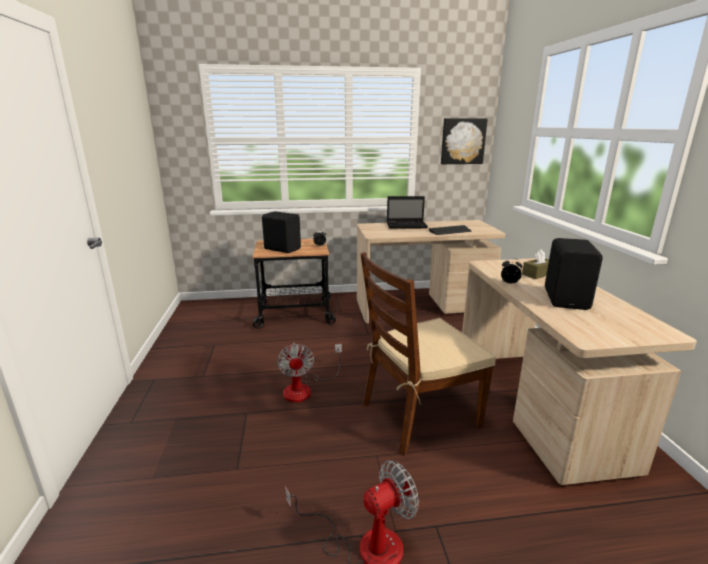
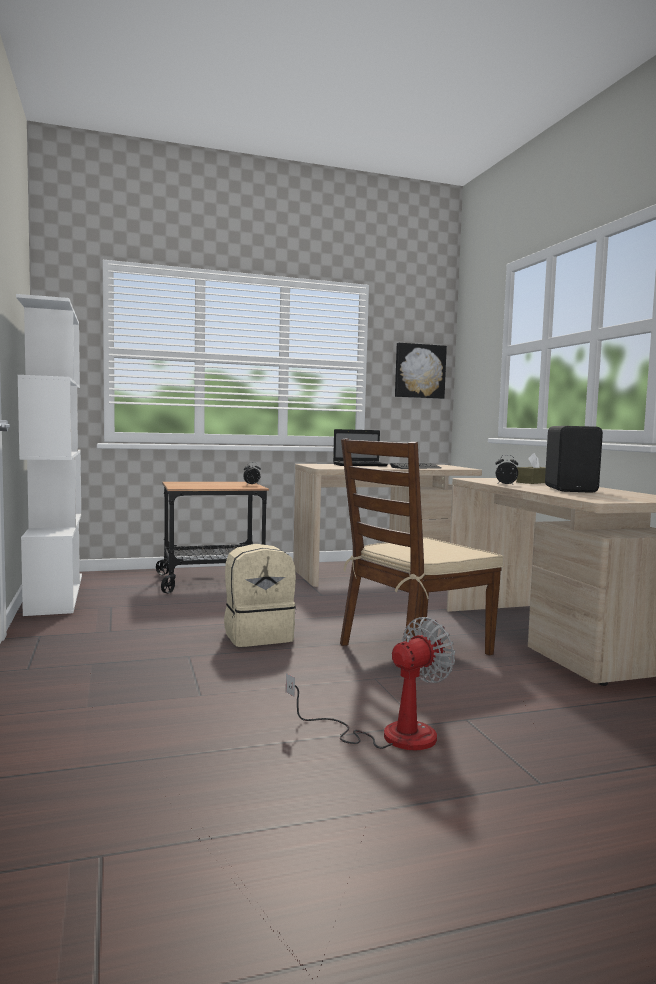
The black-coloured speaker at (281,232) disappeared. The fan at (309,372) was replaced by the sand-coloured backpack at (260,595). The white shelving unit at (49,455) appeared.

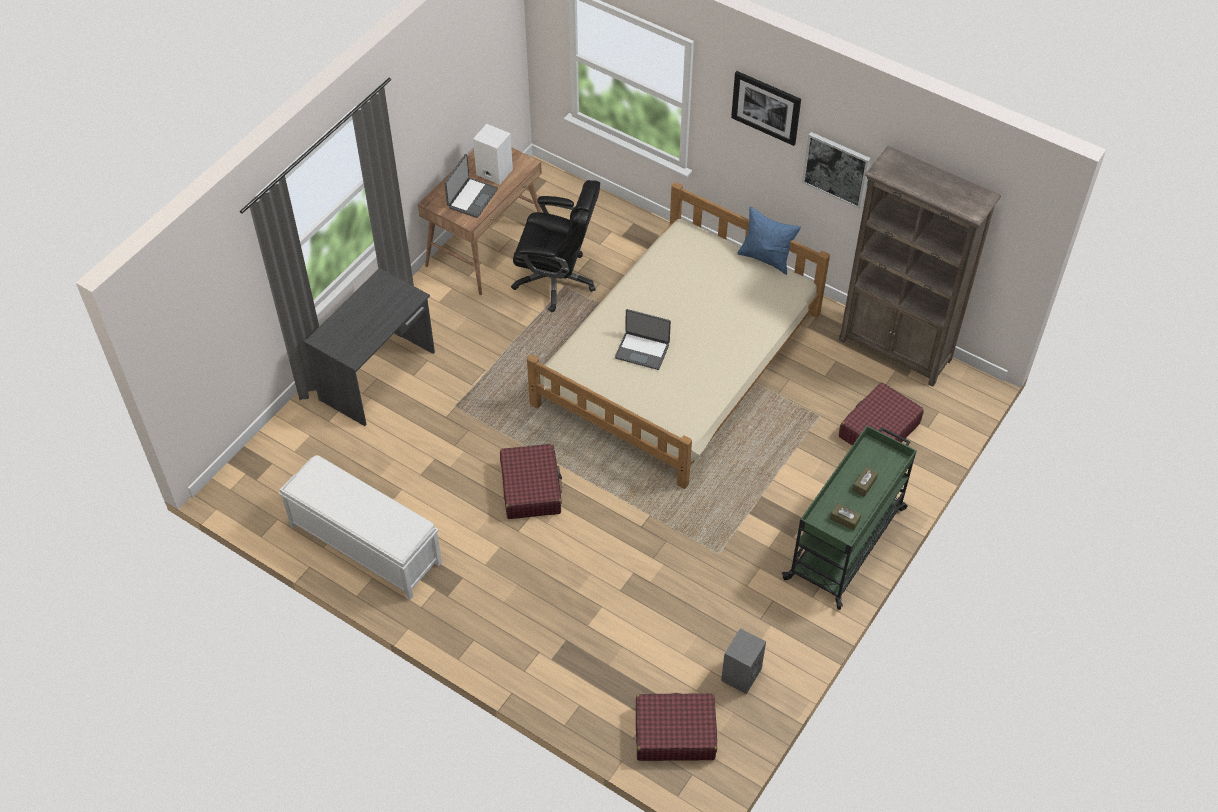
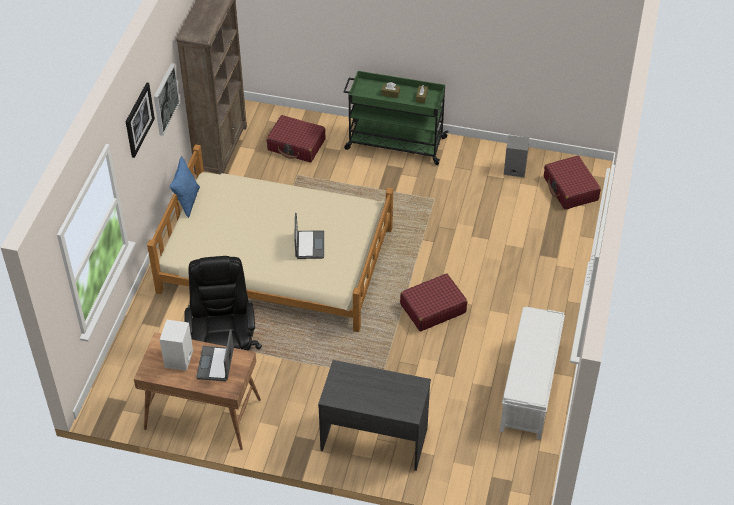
The laptop at (471,186) turned 90 degrees counterclockwise.

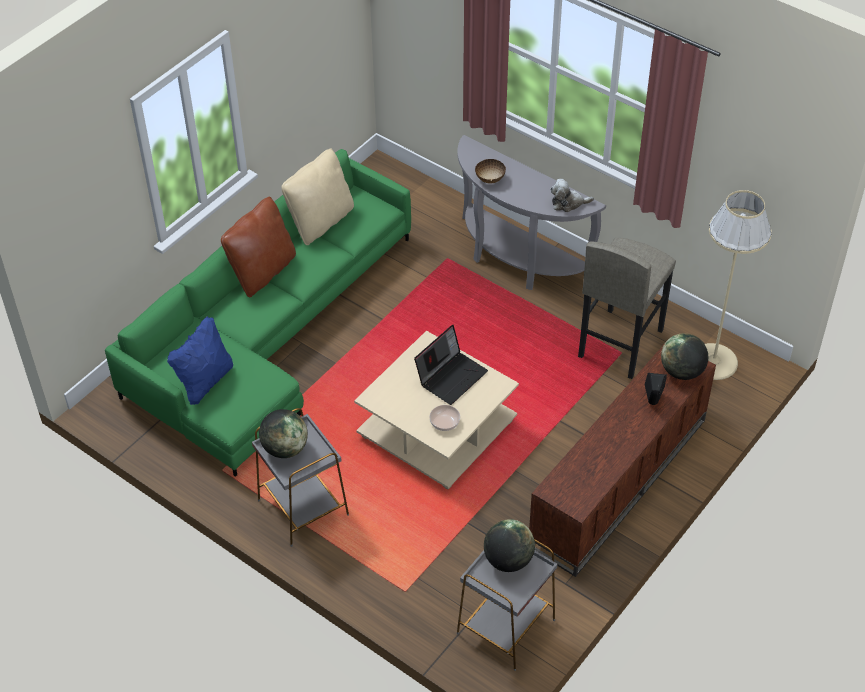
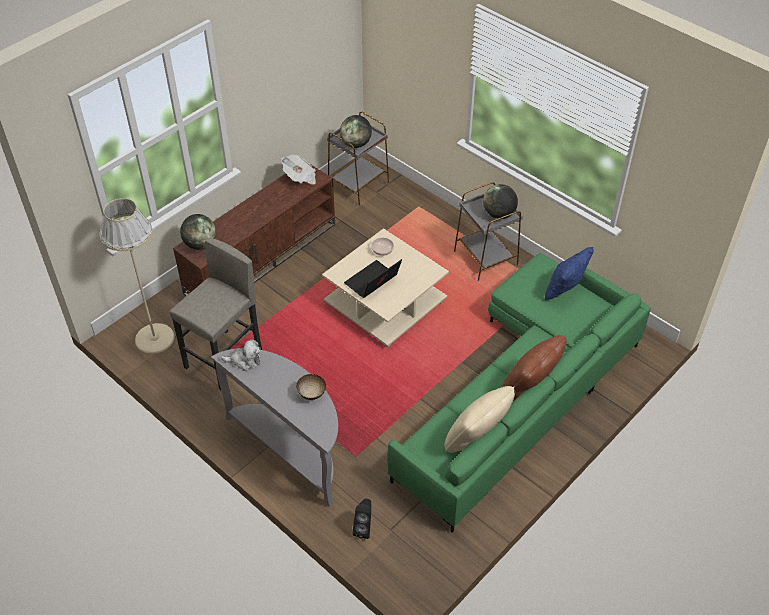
The black-coloured speaker moved from (656,389) to (361,519). The printed paper at (298,170) appeared.

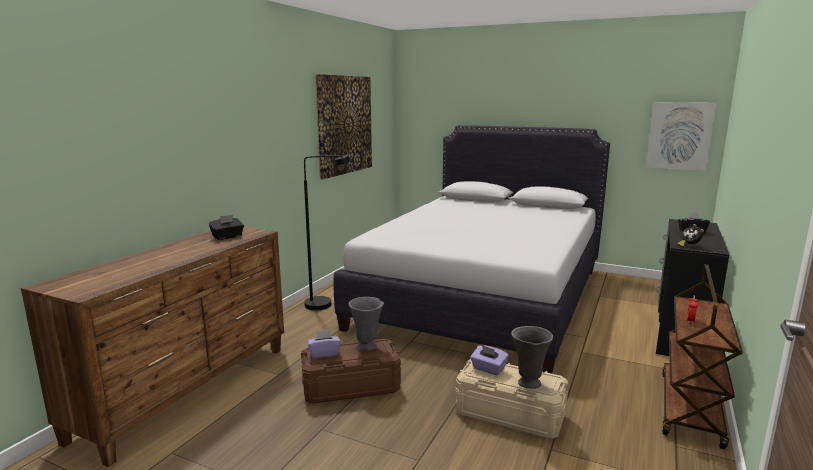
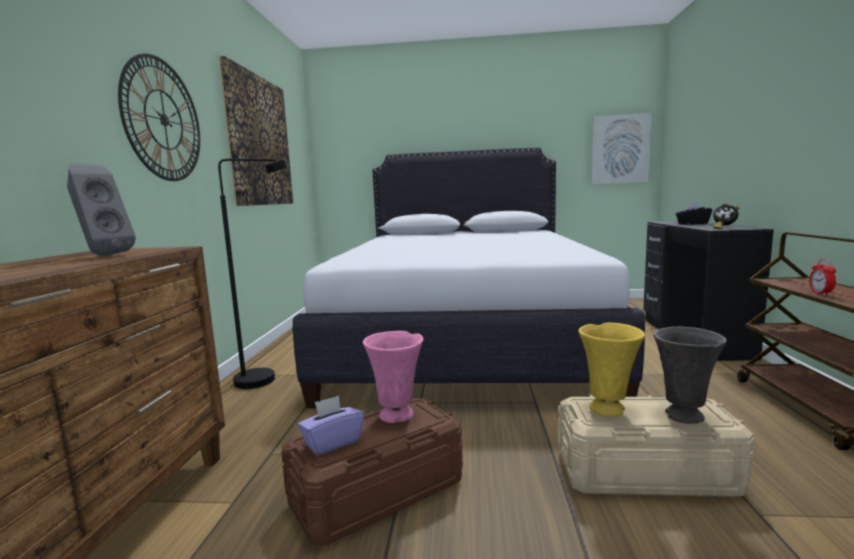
The black-coloured tissue holder at (226,227) was replaced by the grey speaker at (101,210). The grey vase at (366,324) became the pinkish vase at (393,377). The purple tissue holder at (489,360) was replaced by the yellow vase at (611,369). The hanging clock at (159,117) appeared.

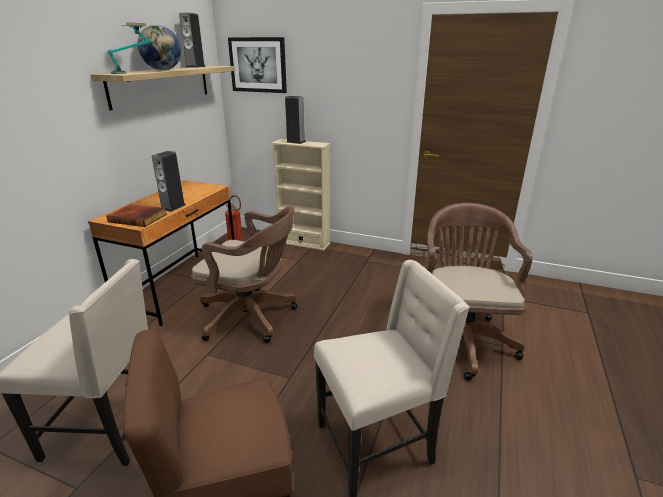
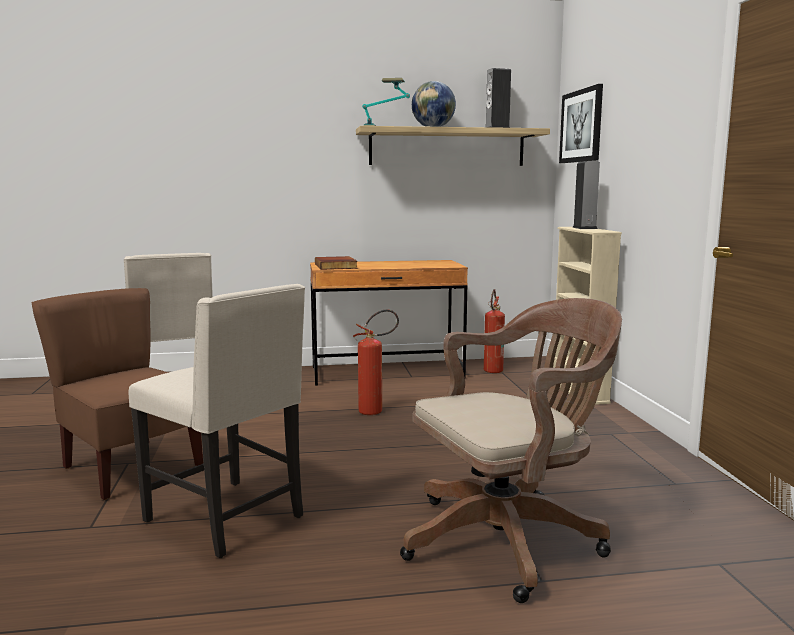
The speaker at (169,181) disappeared. The brownish computer chair at (244,275) was replaced by the fire-fighting cylinder at (376,362).

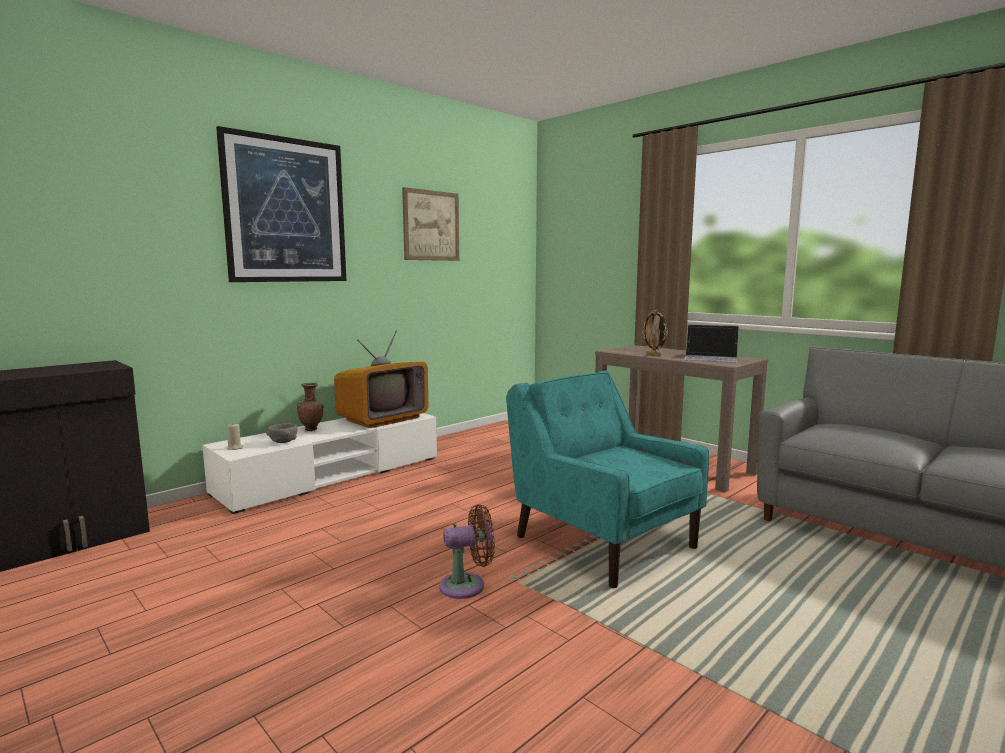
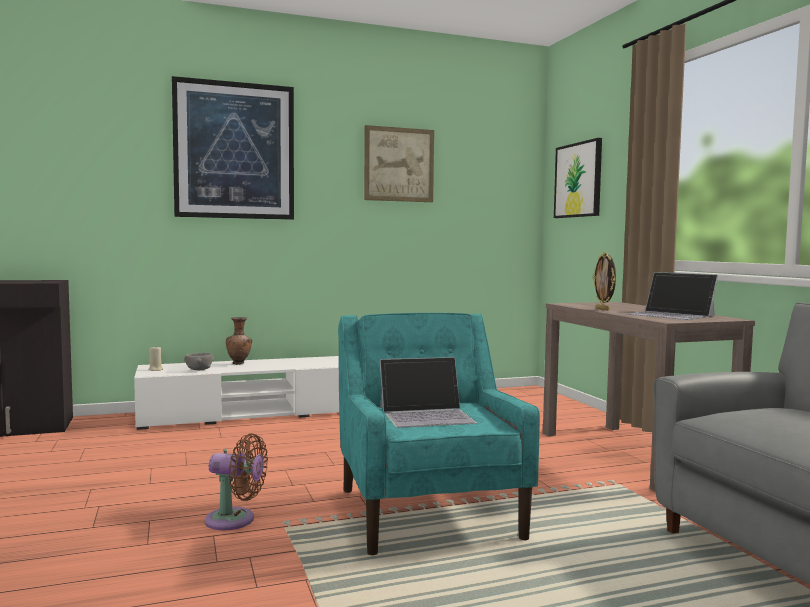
The television at (381,379) disappeared. The wall picture at (578,178) appeared. The laptop at (428,392) appeared.

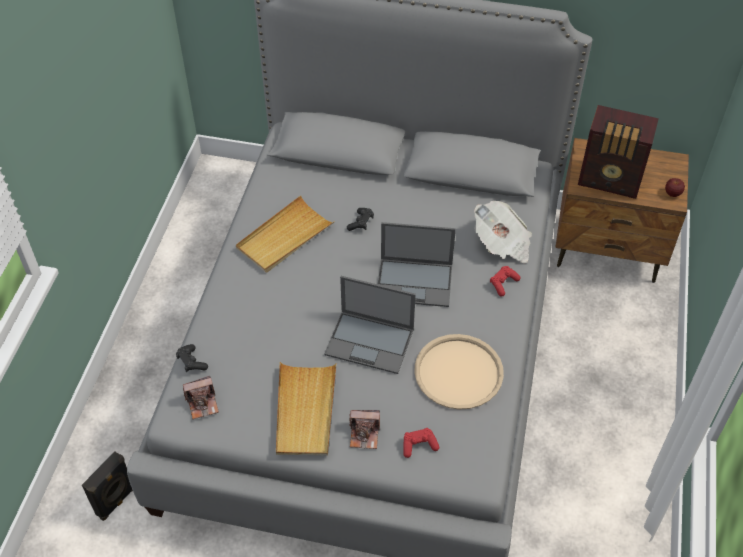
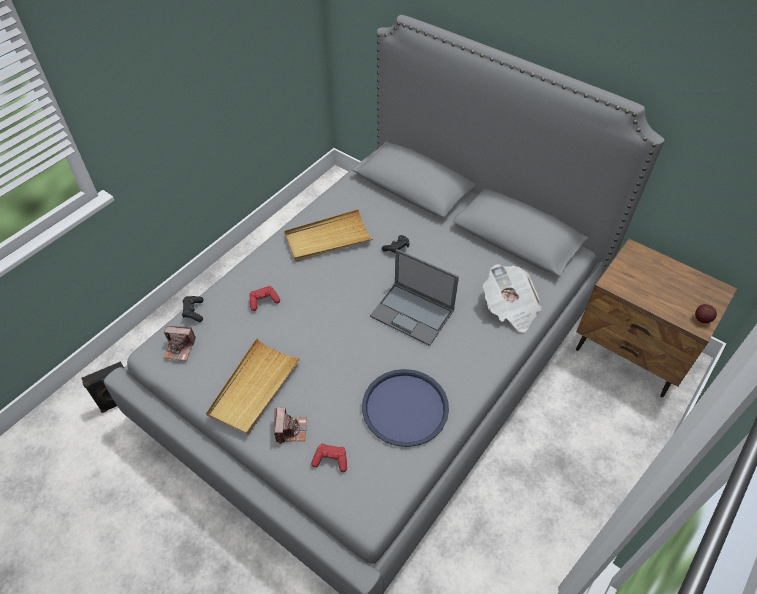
The radio at (618,152) disappeared. The reddish gamepad moved from (505,281) to (264,298). The laptop at (370,325) disappeared. The sand-coloured carrying tray at (459,372) became the bluish carrying tray at (405,408). The still camera at (364,429) turned 120 degrees counterclockwise.

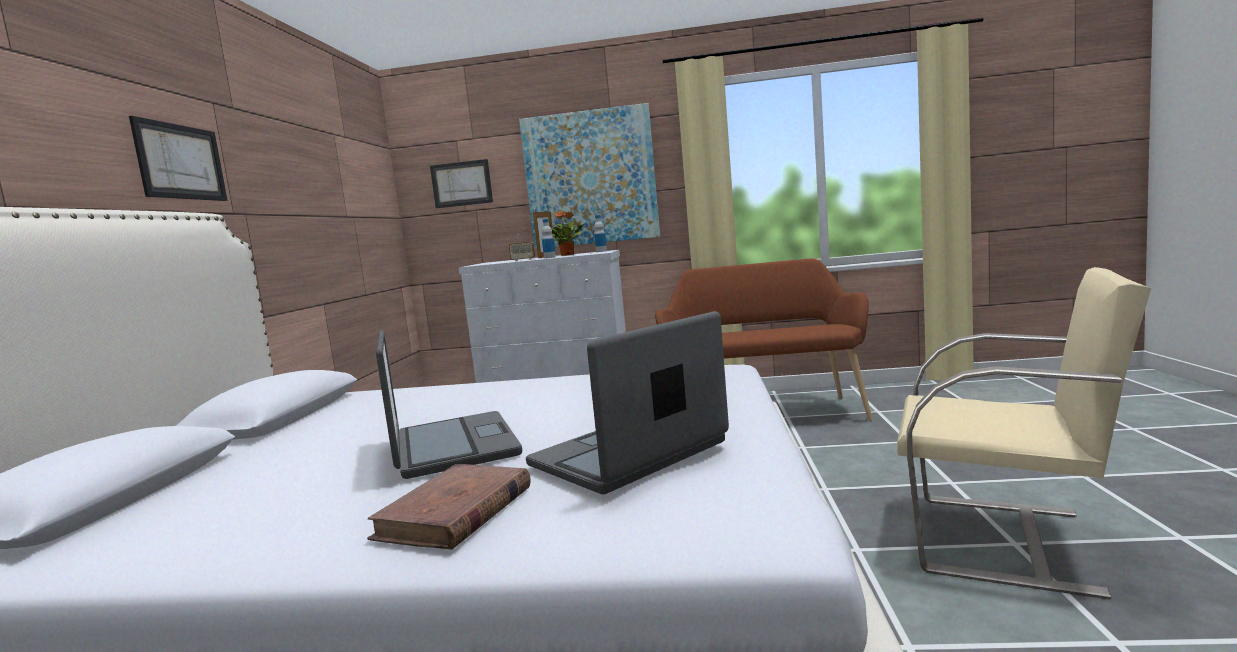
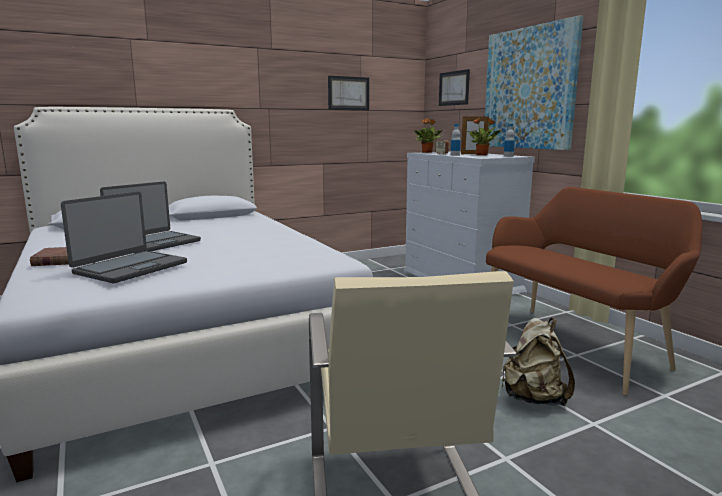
The wall picture moved from (178,158) to (348,93). The laptop at (627,403) turned 105 degrees clockwise. The houseplant at (428,135) appeared. The sand-coloured backpack at (538,362) appeared.

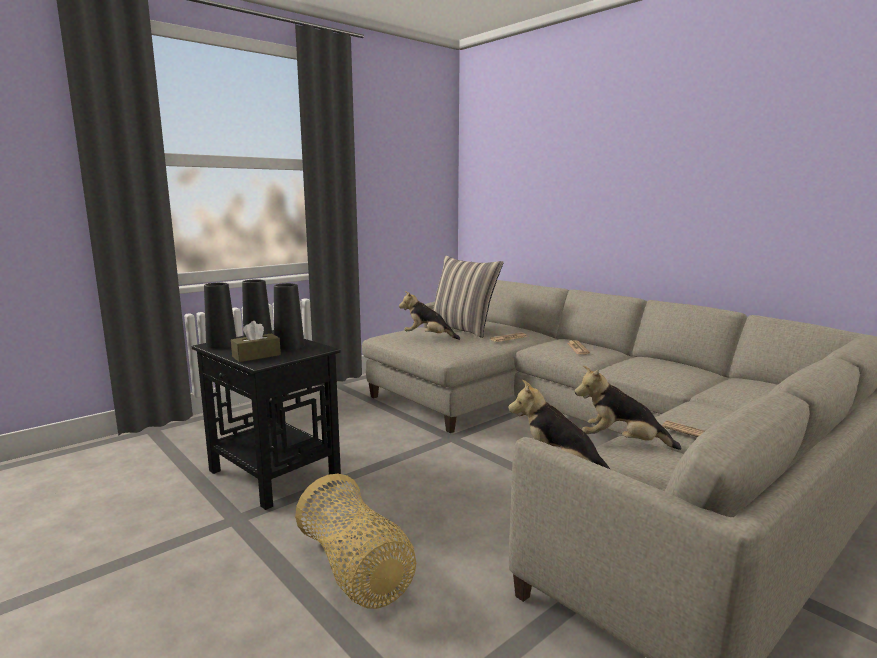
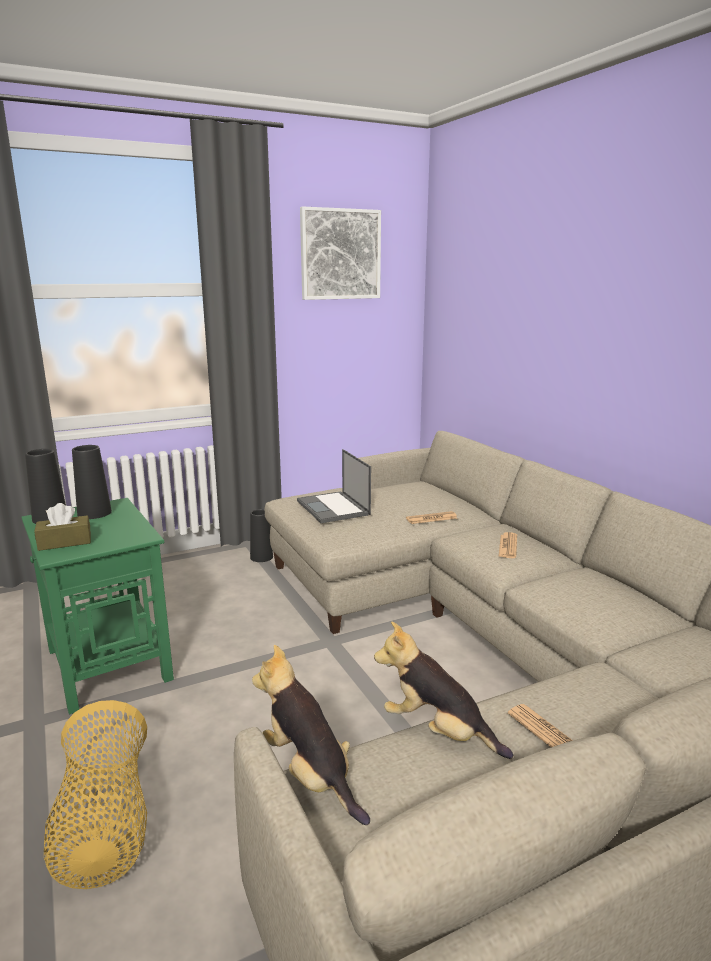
The throw pillow at (465,296) disappeared. The black-coloured vase moved from (289,316) to (261,535). The plush toy at (429,315) was replaced by the laptop at (334,486). The black-coloured end table at (266,420) became the greenish end table at (97,606). The wall picture at (340,253) appeared.

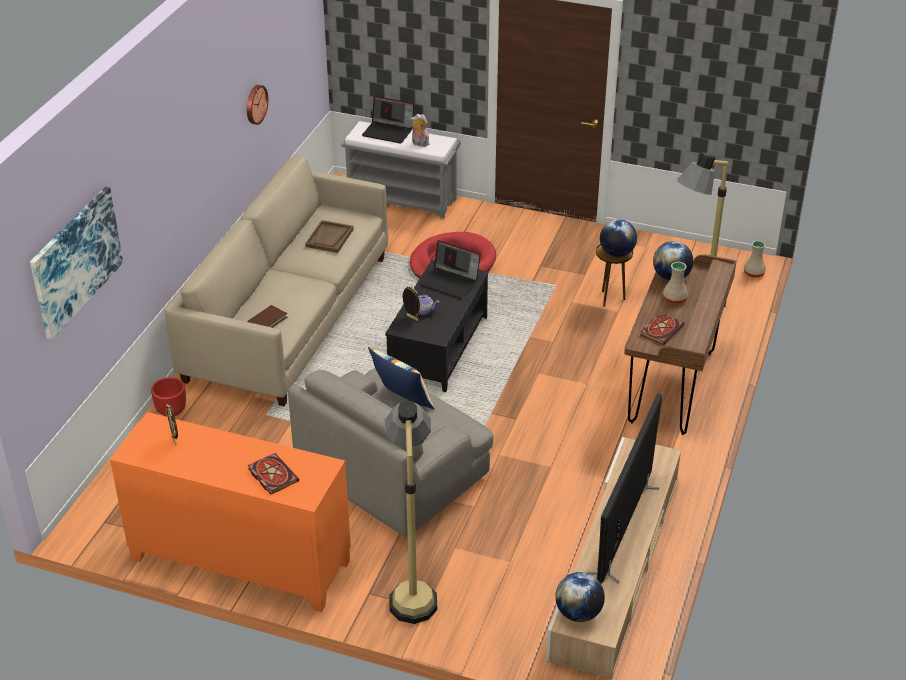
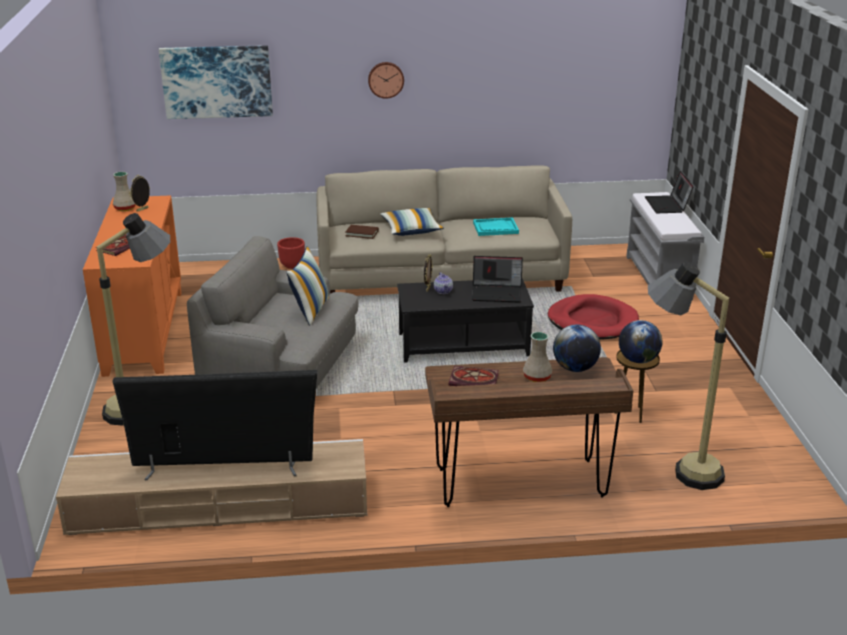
The hanging clock moved from (257,105) to (386,80). The plush toy at (419,130) disappeared. The brownish carrying tray at (329,236) became the turquoise carrying tray at (496,226). The laptop at (450,269) turned 90 degrees counterclockwise. The sand-coloured vase moved from (755,259) to (124,191). The globe at (580,597) disappeared. The throw pillow at (412,222) appeared.

